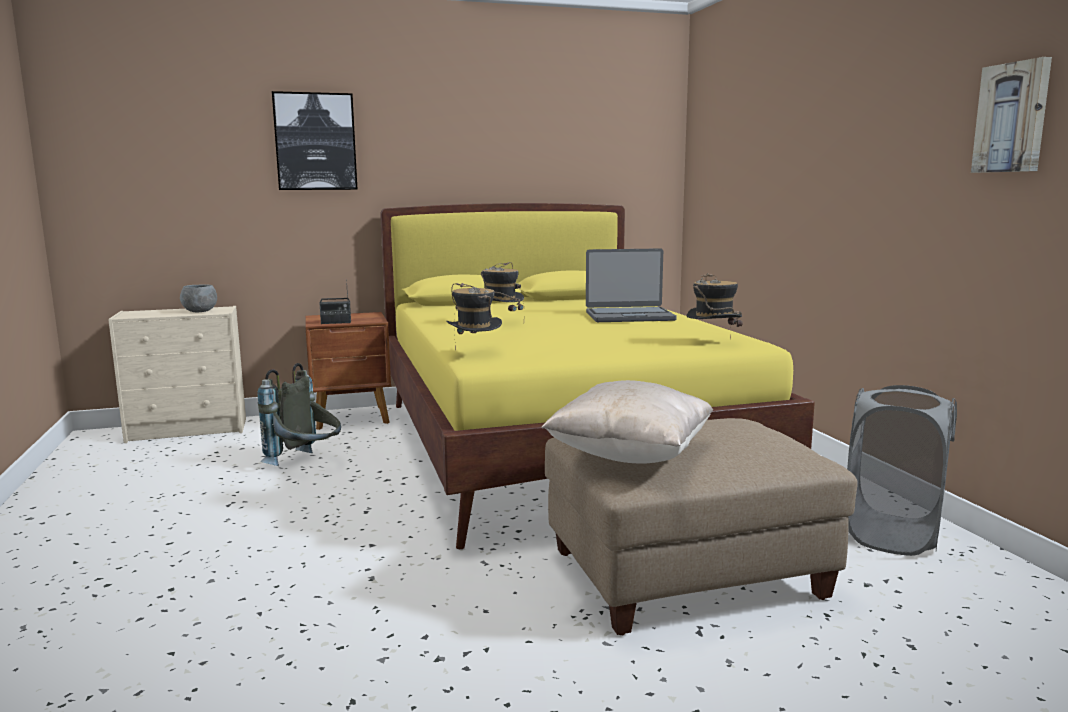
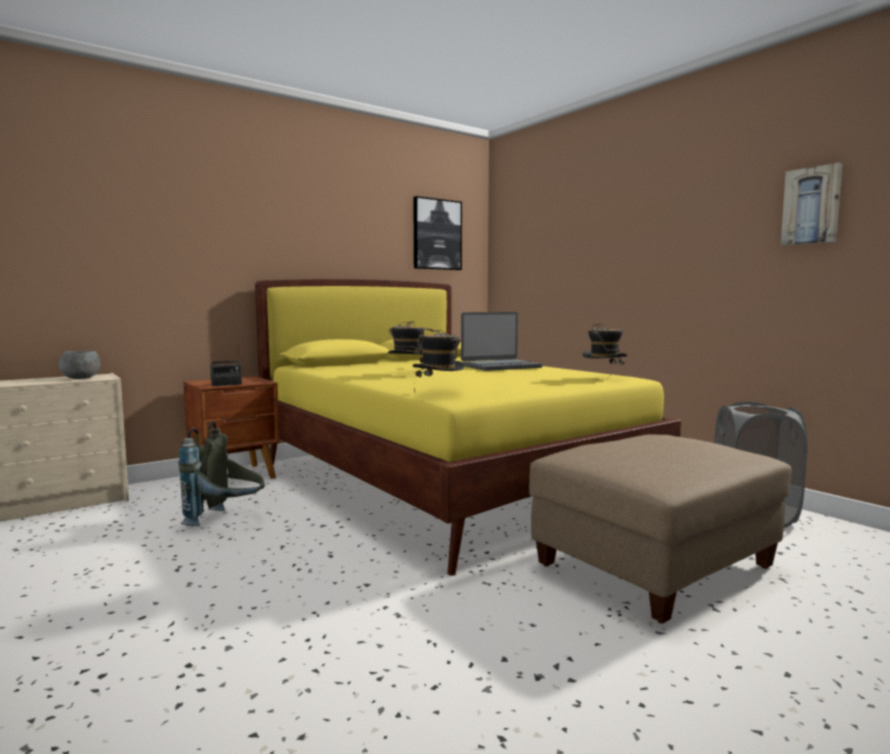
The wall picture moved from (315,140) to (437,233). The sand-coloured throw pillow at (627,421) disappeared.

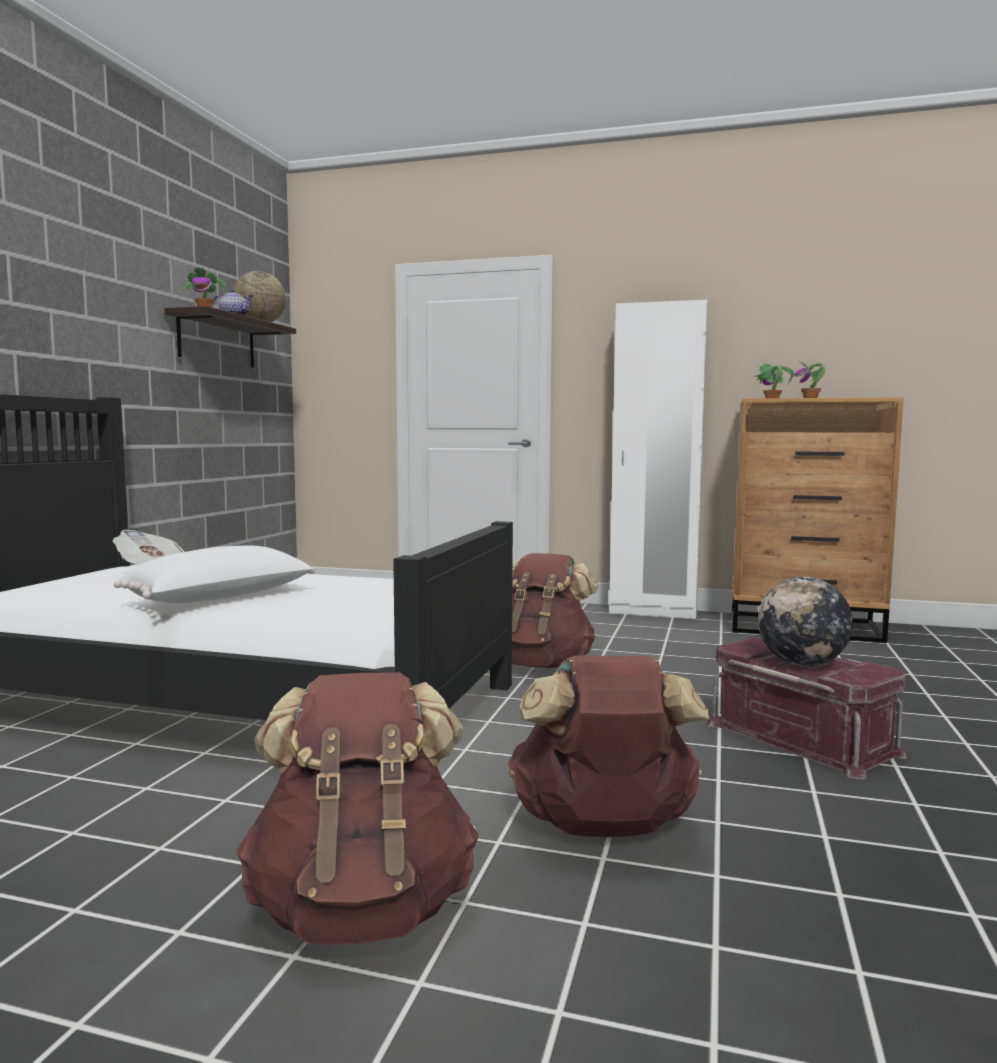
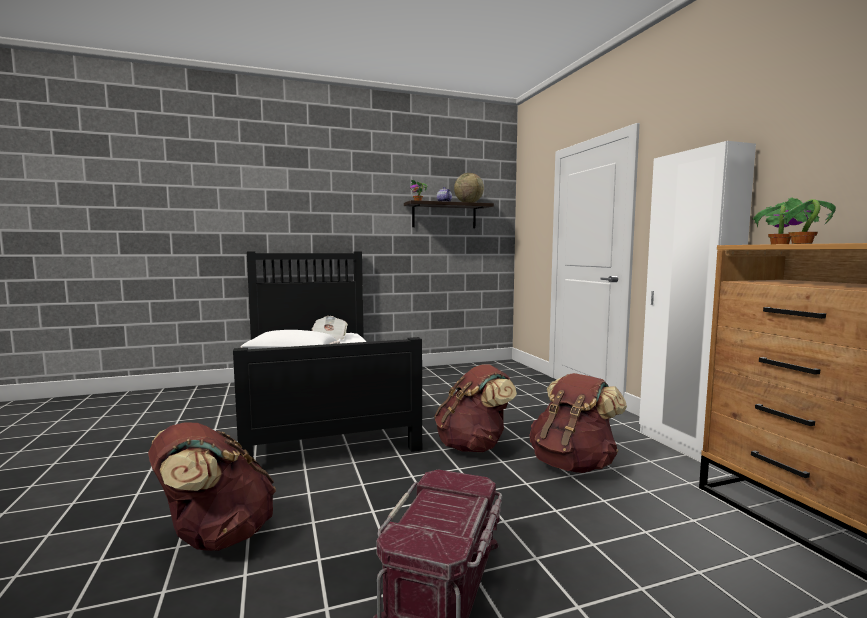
The globe at (805,621) disappeared. The brownish backpack moved from (357,808) to (578,423).

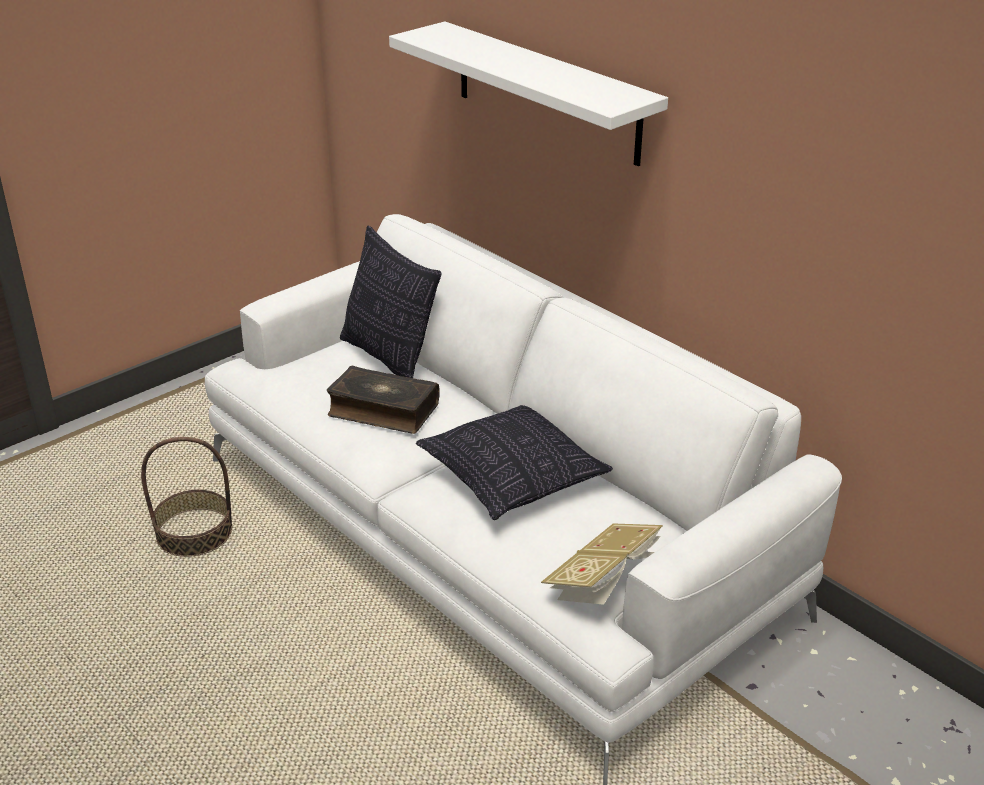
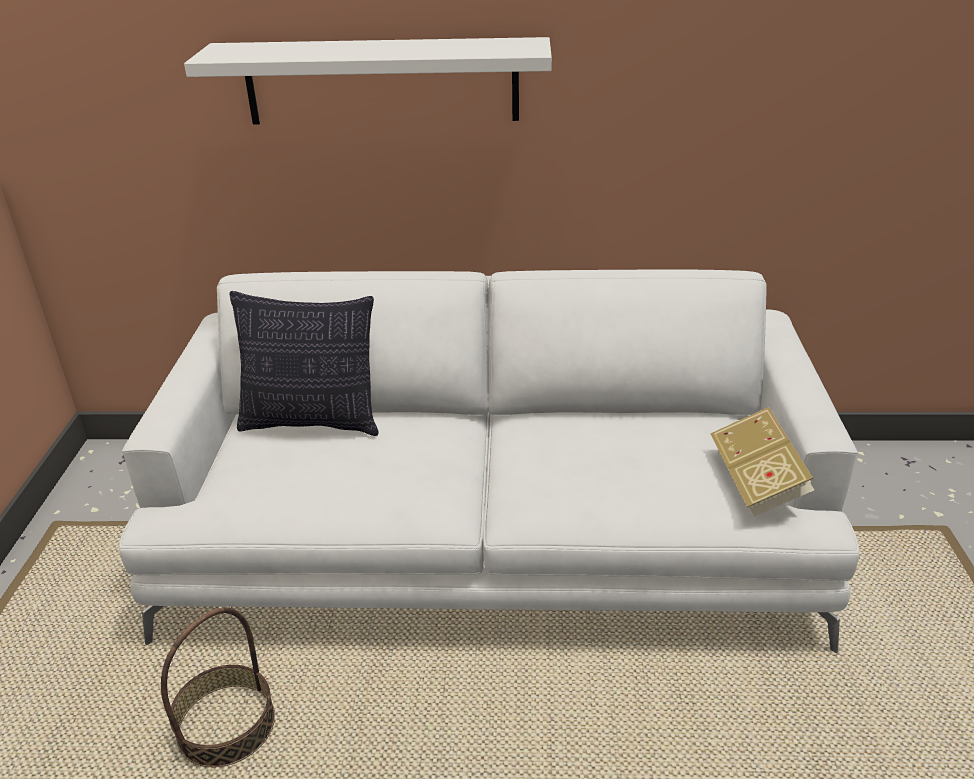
The bound book at (383,399) disappeared. The throw pillow at (514,462) disappeared.

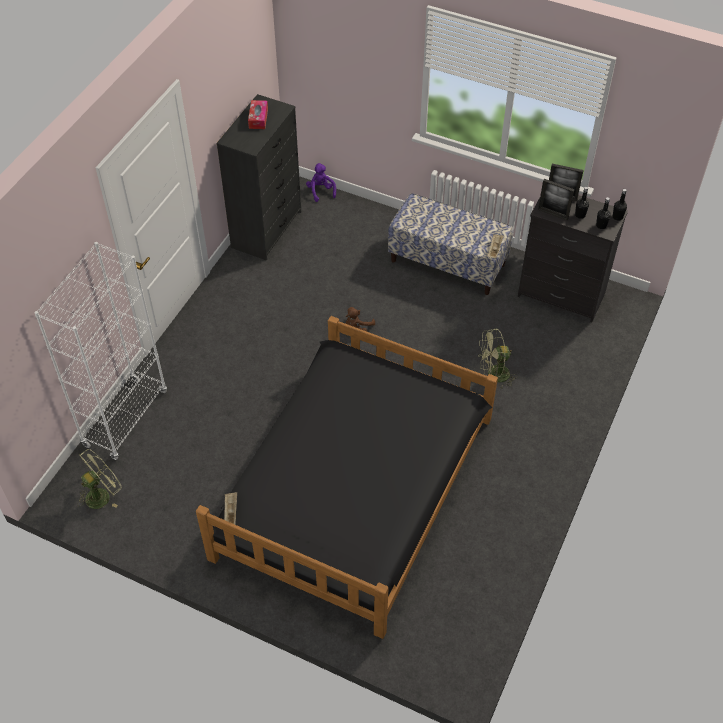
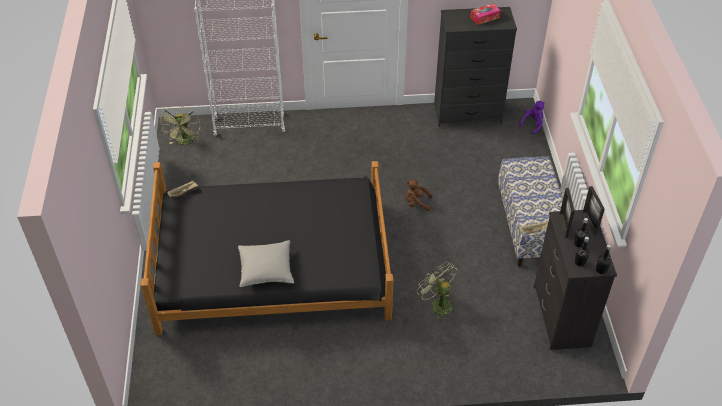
The greenish fan at (99,479) turned 75 degrees clockwise. The grey throw pillow at (266,263) appeared.

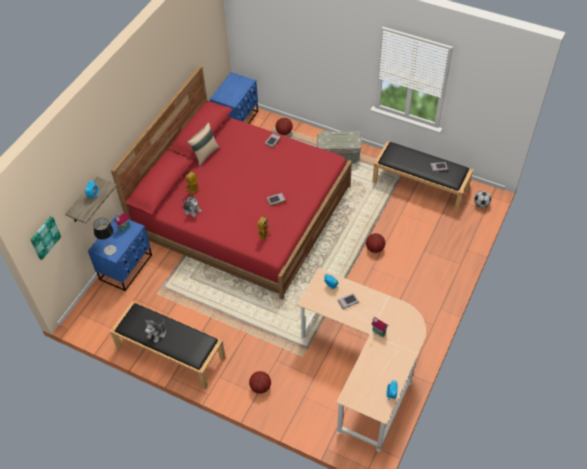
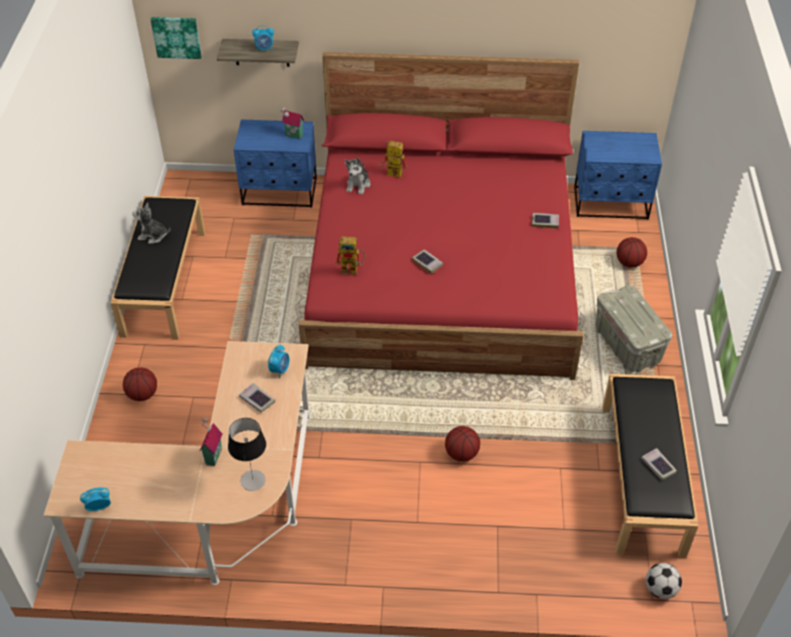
The sand-coloured throw pillow at (203,144) disappeared. The table lamp moved from (105,236) to (247,454).

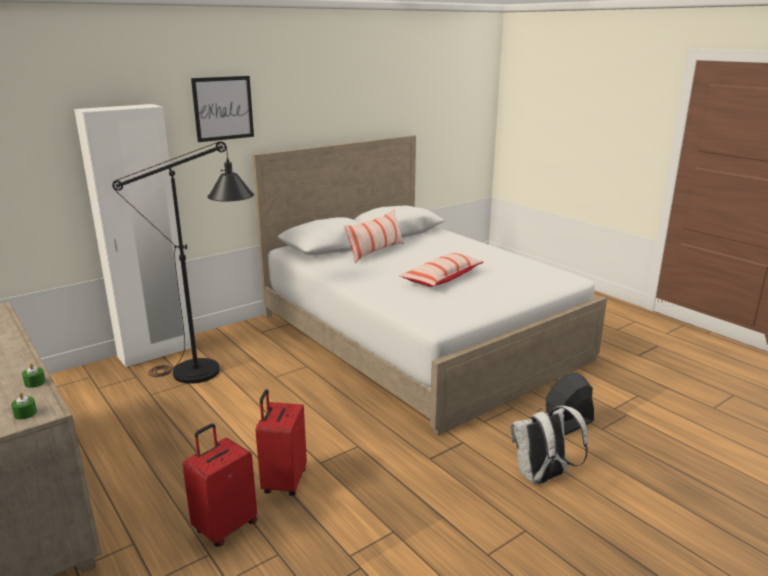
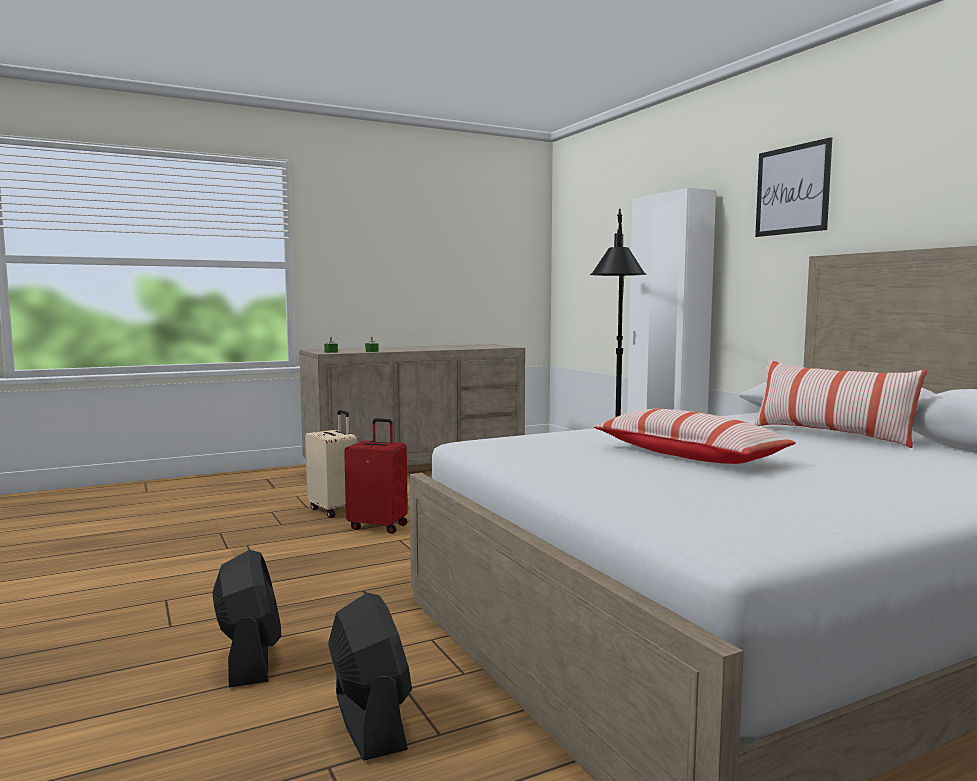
The white backpack at (549,445) was replaced by the black-coloured fan at (246,619). The reddish suitcase at (219,485) became the sand-coloured suitcase at (331,464).

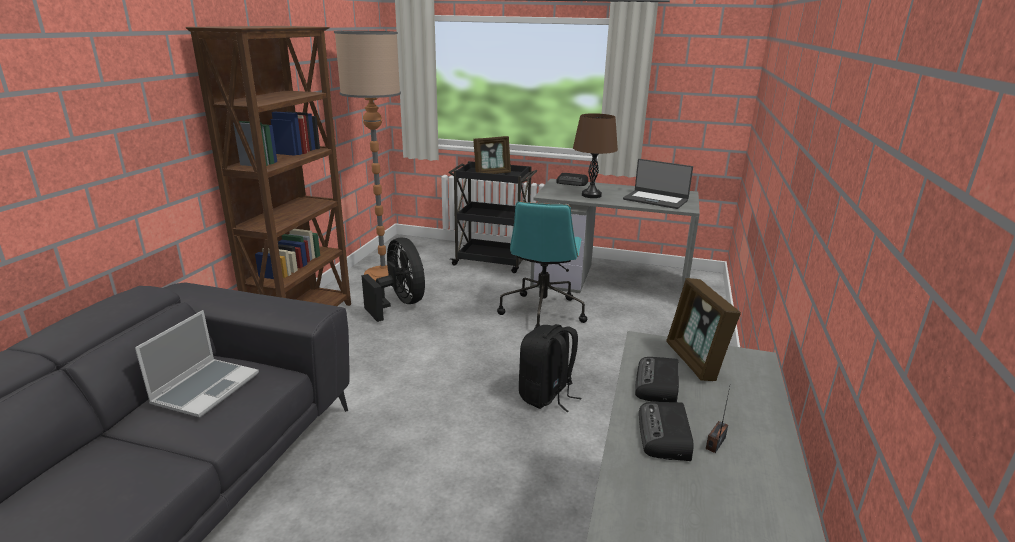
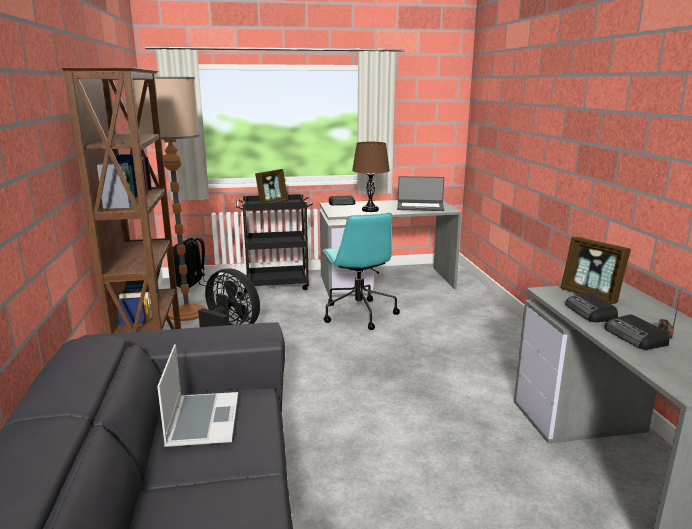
The black-coloured backpack moved from (550,368) to (189,263).

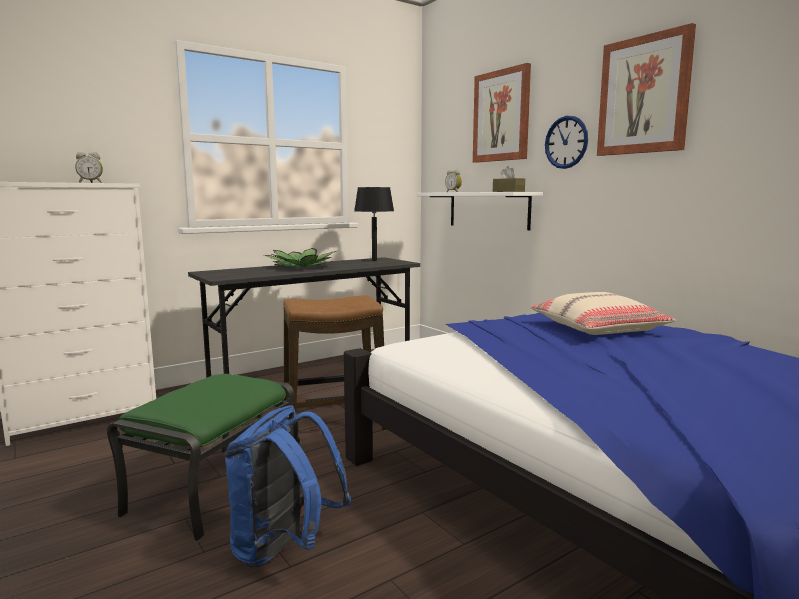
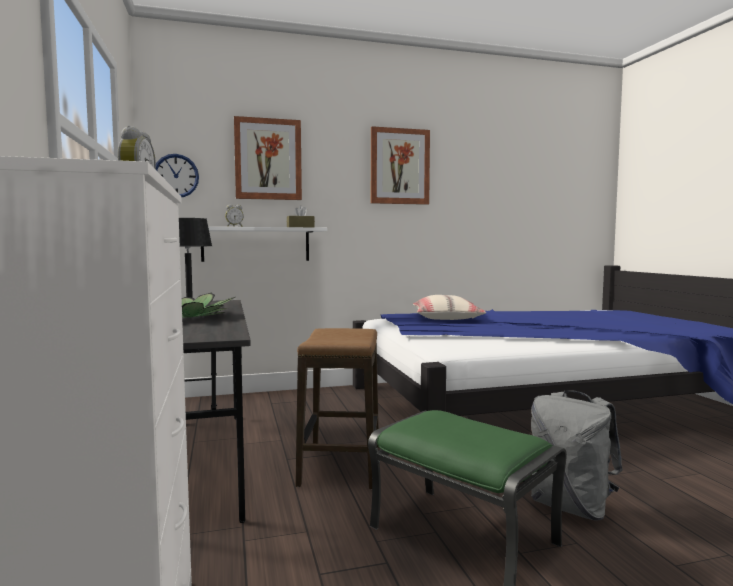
The hanging clock moved from (566,142) to (177,176). The bluish backpack at (288,486) became the grey backpack at (577,455).

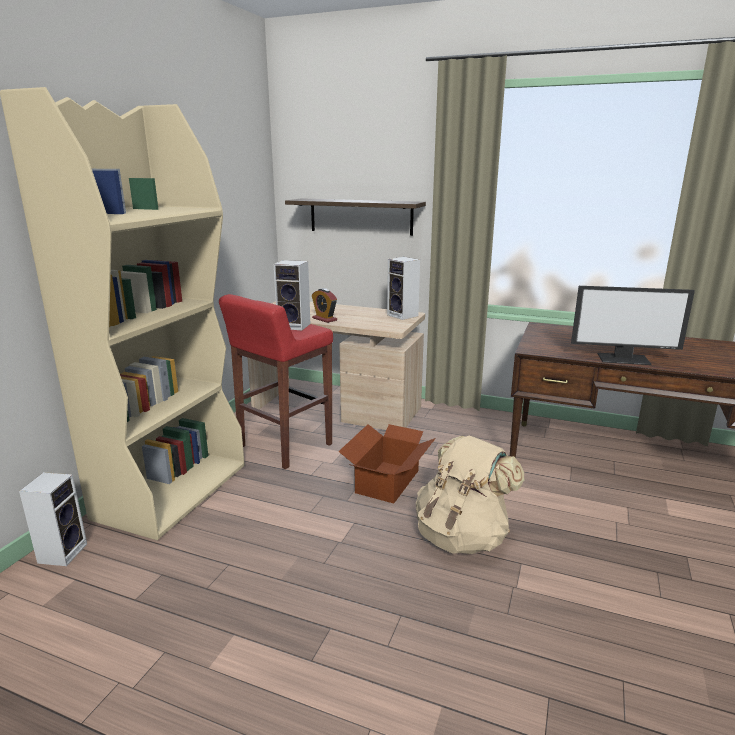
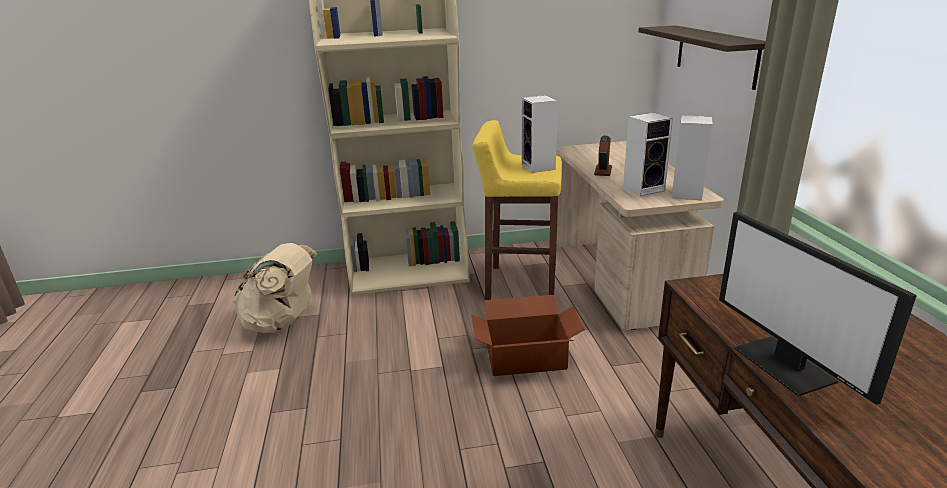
The reddish sitting stool at (276,381) became the yellow sitting stool at (517,210). The sand-coloured backpack moved from (469,495) to (275,288). The speaker moved from (53,519) to (648,155).

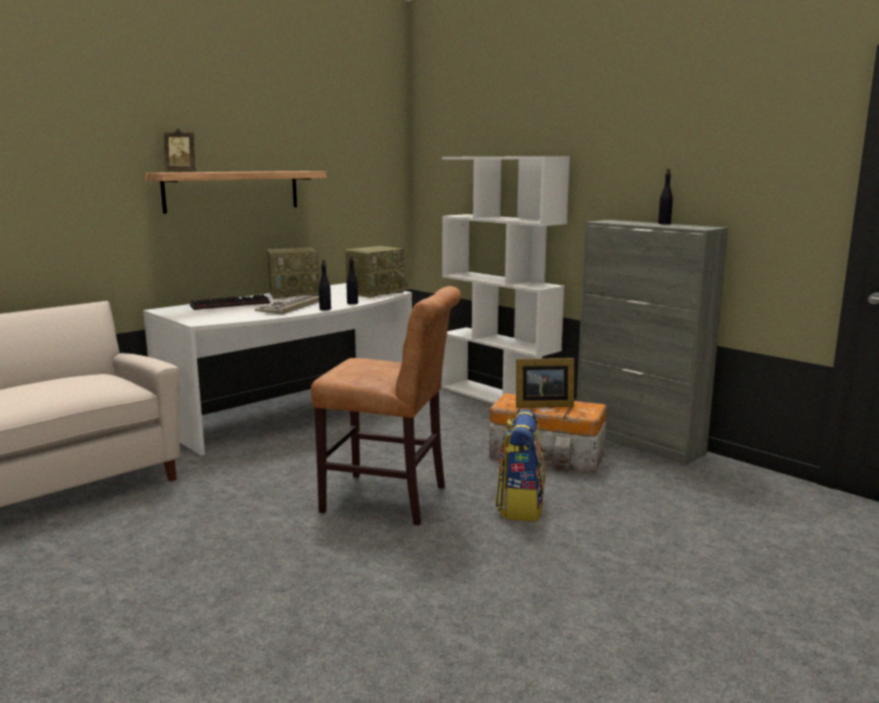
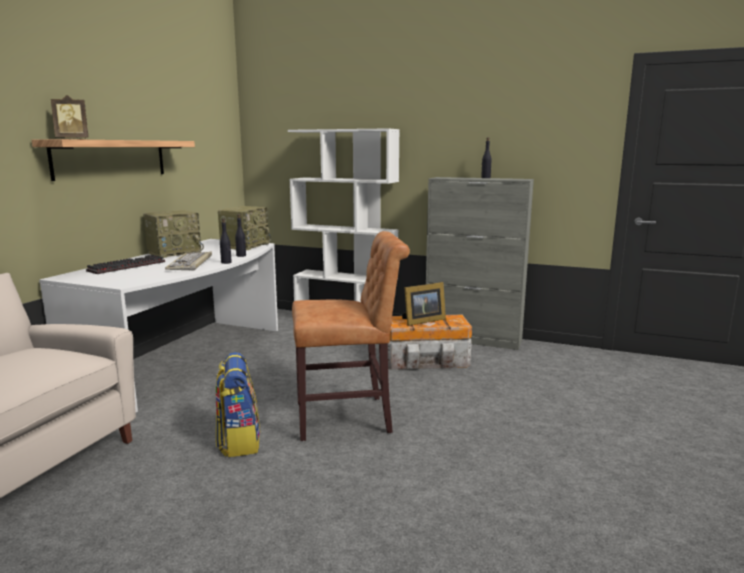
The backpack moved from (520,465) to (237,404).

